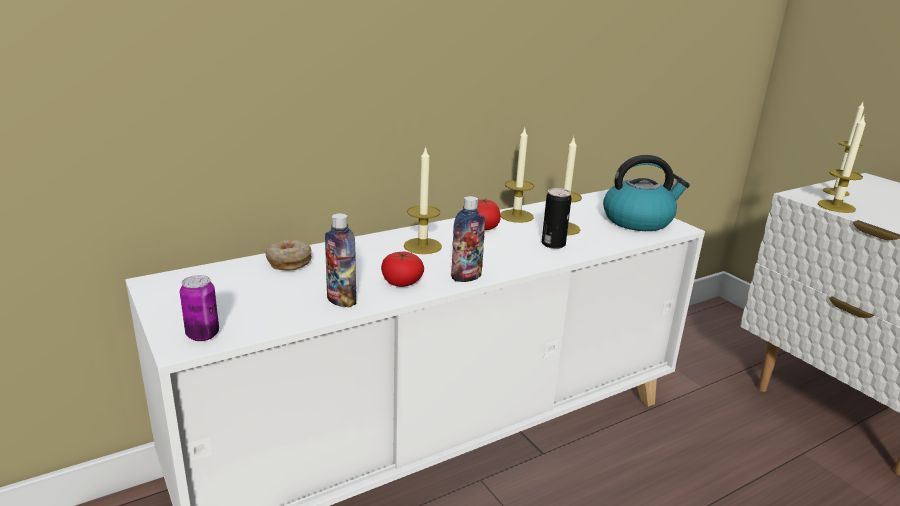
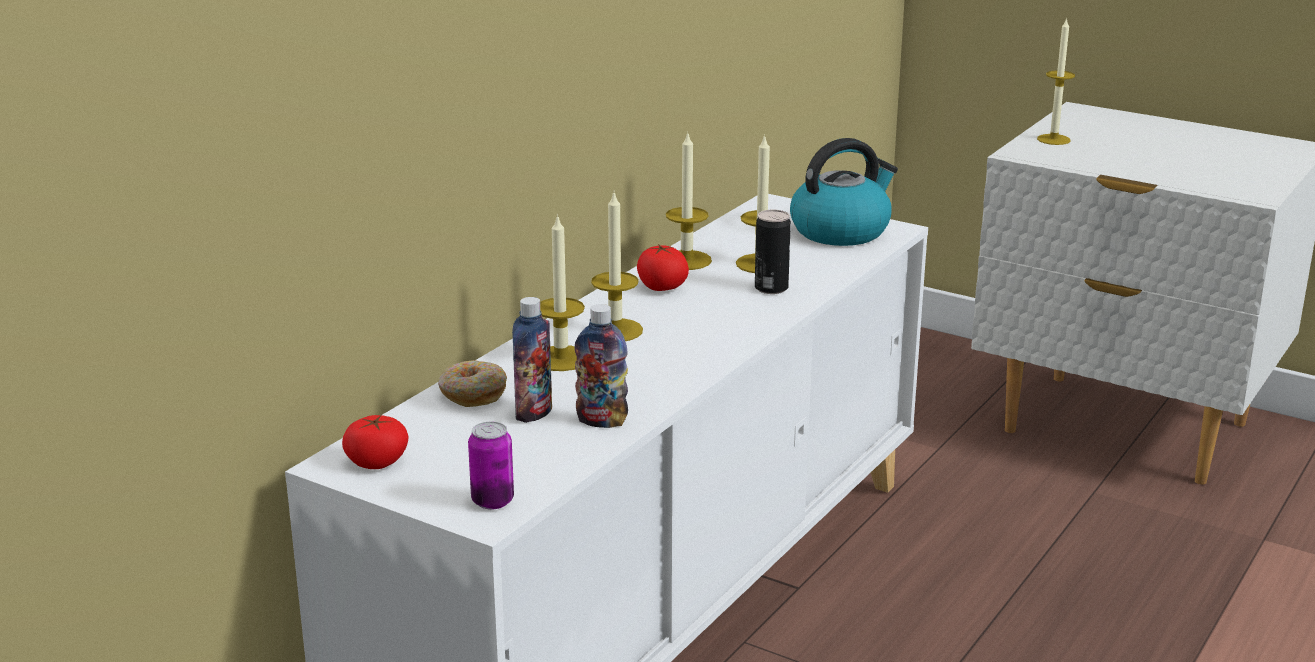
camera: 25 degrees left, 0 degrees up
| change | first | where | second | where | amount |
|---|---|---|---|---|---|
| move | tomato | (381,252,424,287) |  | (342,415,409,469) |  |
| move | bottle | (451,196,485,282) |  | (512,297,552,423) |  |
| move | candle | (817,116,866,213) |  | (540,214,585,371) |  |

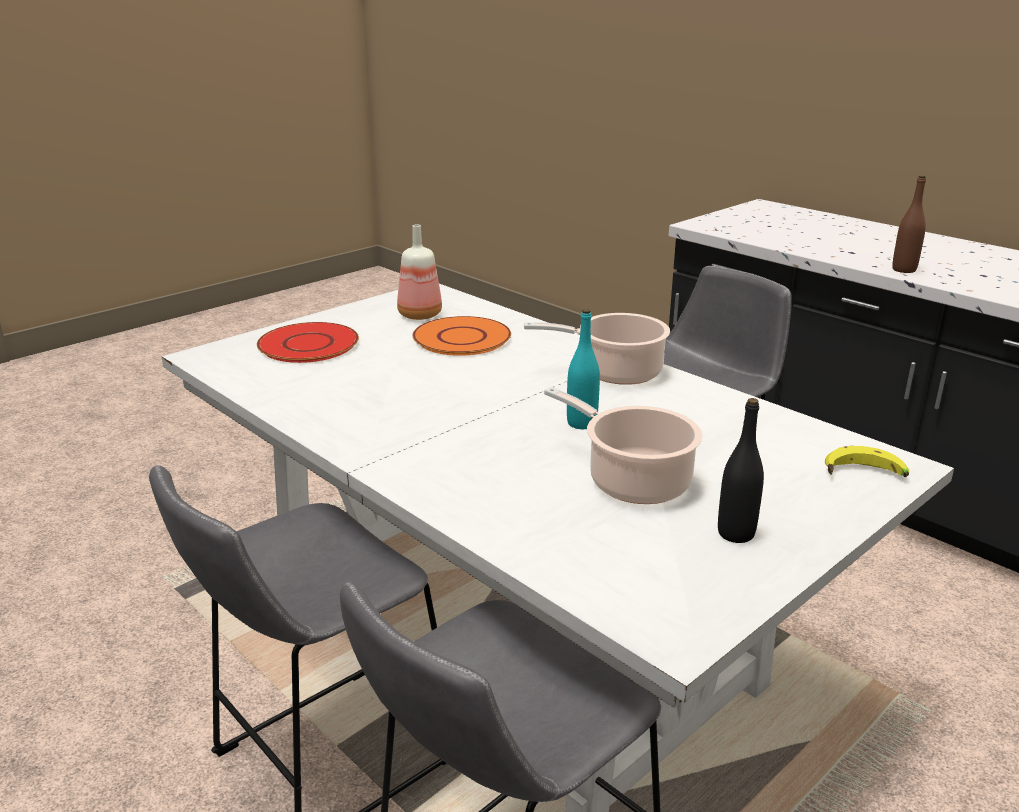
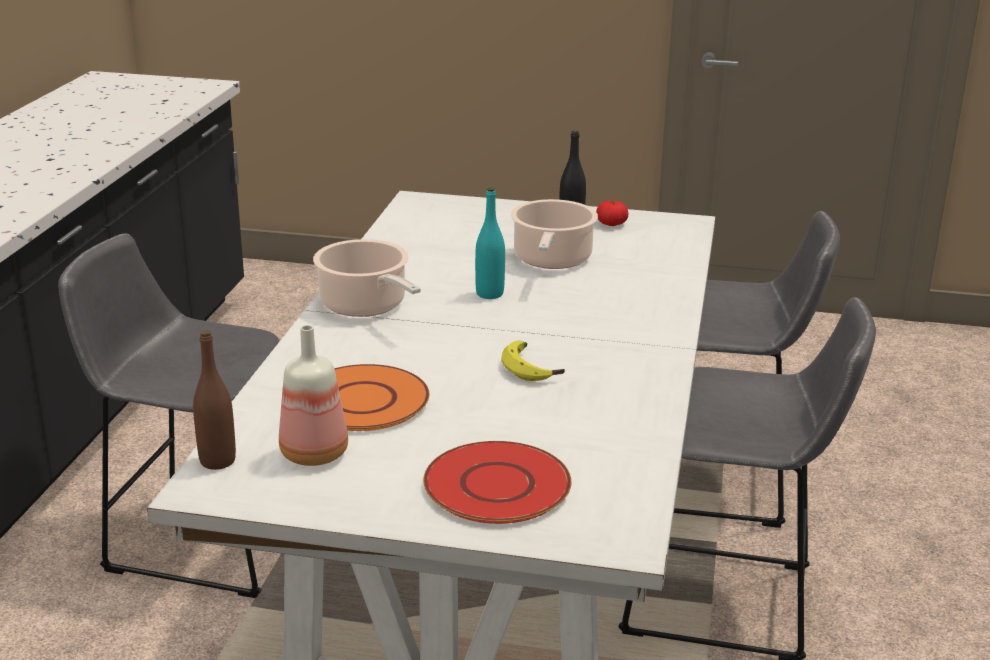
camera: 125 degrees left, 0 degrees up
| change | first | where | second | where | amount |
|---|---|---|---|---|---|
| insert |  |  | tomato | (596,200,628,226) |  |
| move | banana | (825,446,909,477) |  | (501,341,565,381) |  |
| move | brown bottle | (892,175,926,273) |  | (193,330,236,470) |  |

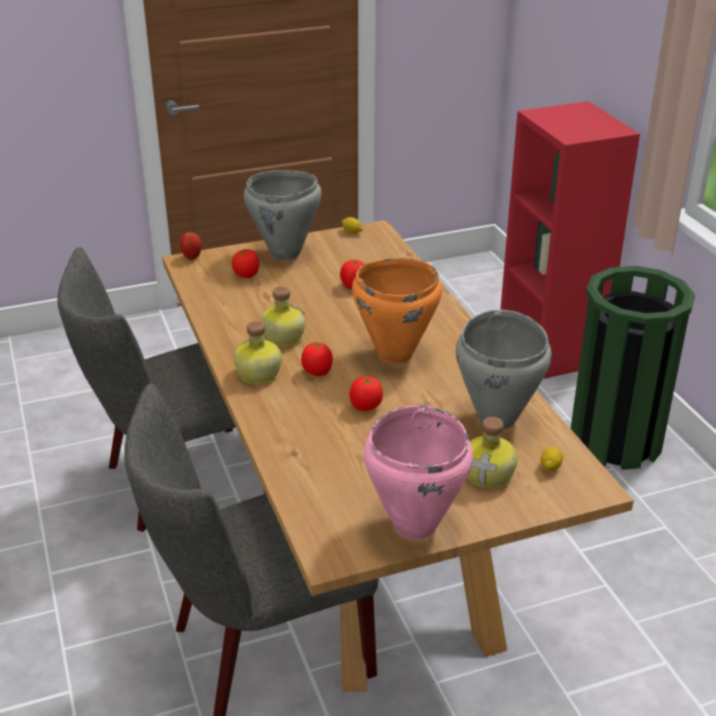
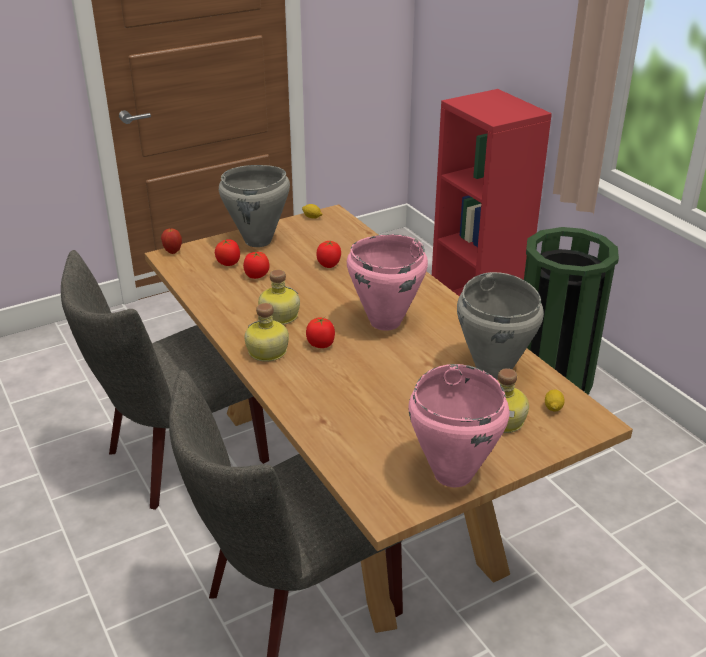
camera: 10 degrees left, 0 degrees up
| change | first | where | second | where | amount |
|---|---|---|---|---|---|
| move | tomato | (349,376,383,411) |  | (243,251,269,279) |  |
| recolor | orange cooking pot | (352,258,442,364) | pink cooking pot | (347,234,428,331) |  |

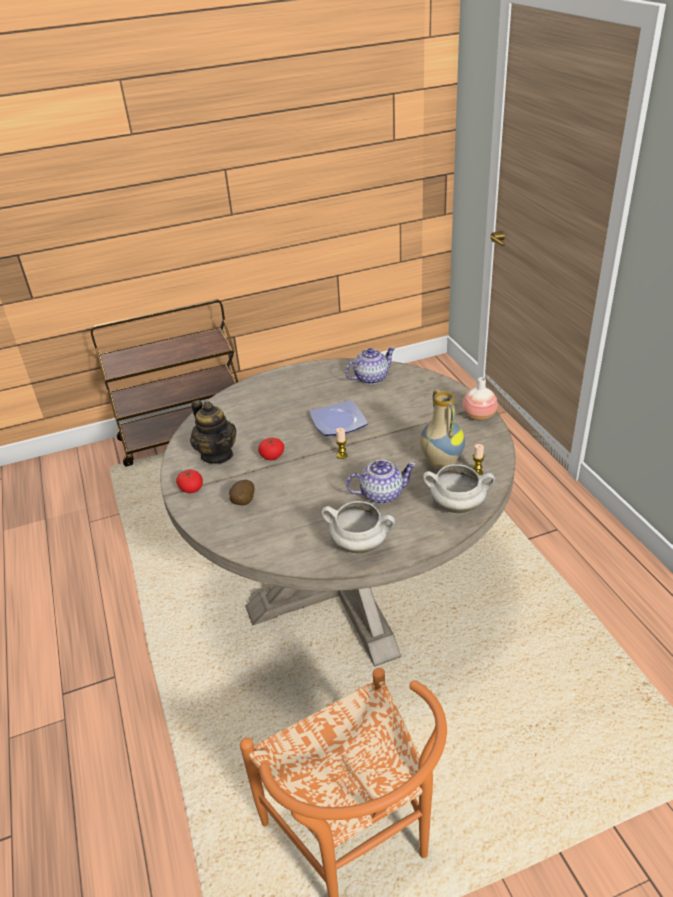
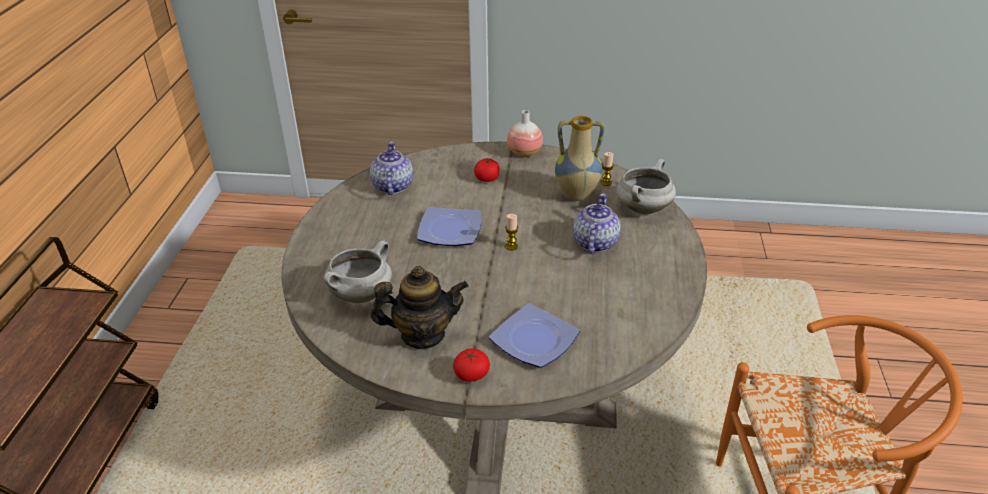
camera: 65 degrees left, 0 degrees up
| change | first | where | second | where | amount |
|---|---|---|---|---|---|
| move | tomato | (258,438,284,460) |  | (474,158,500,182) |  |
| move | white cooking pot | (321,501,395,553) |  | (324,240,392,303) |  |
| replace | potato | (229,480,255,505) | plate | (489,303,580,368) |  |

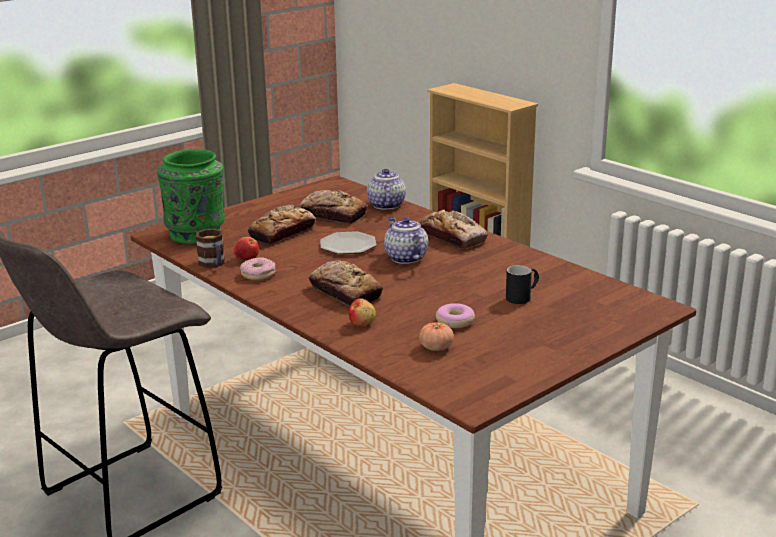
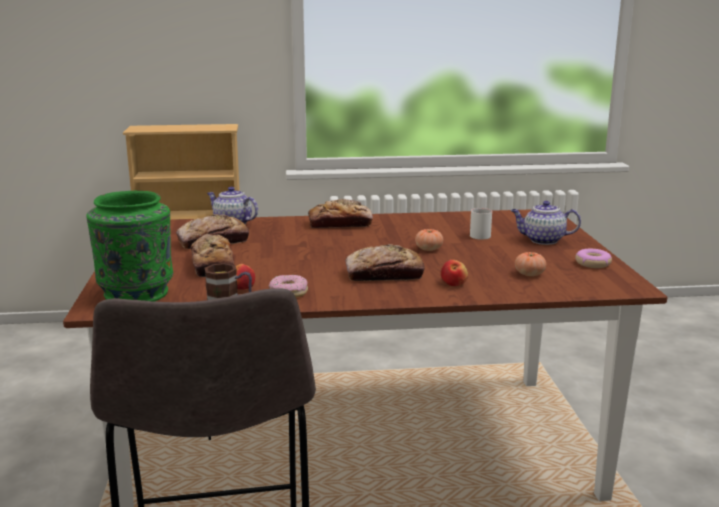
camera: 55 degrees left, 5 degrees down
| change | first | where | second | where | amount |
|---|---|---|---|---|---|
| delete | plate | (320,231,376,254) |  |  |  |
| insert |  |  | tomato | (415,229,443,251) |  |
| move | teapot | (384,217,428,264) |  | (511,201,581,245) |  |
| move | donut | (436,303,475,328) |  | (575,249,612,268) |  |
| recolor | black mug | (506,265,539,304) | white mug | (470,208,492,240) |  |

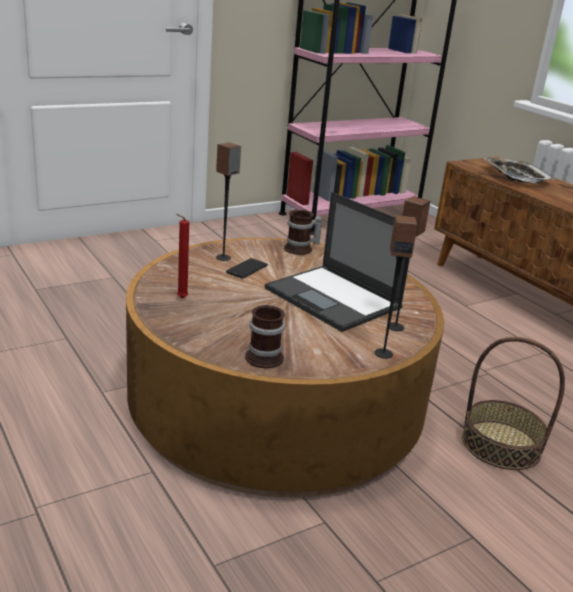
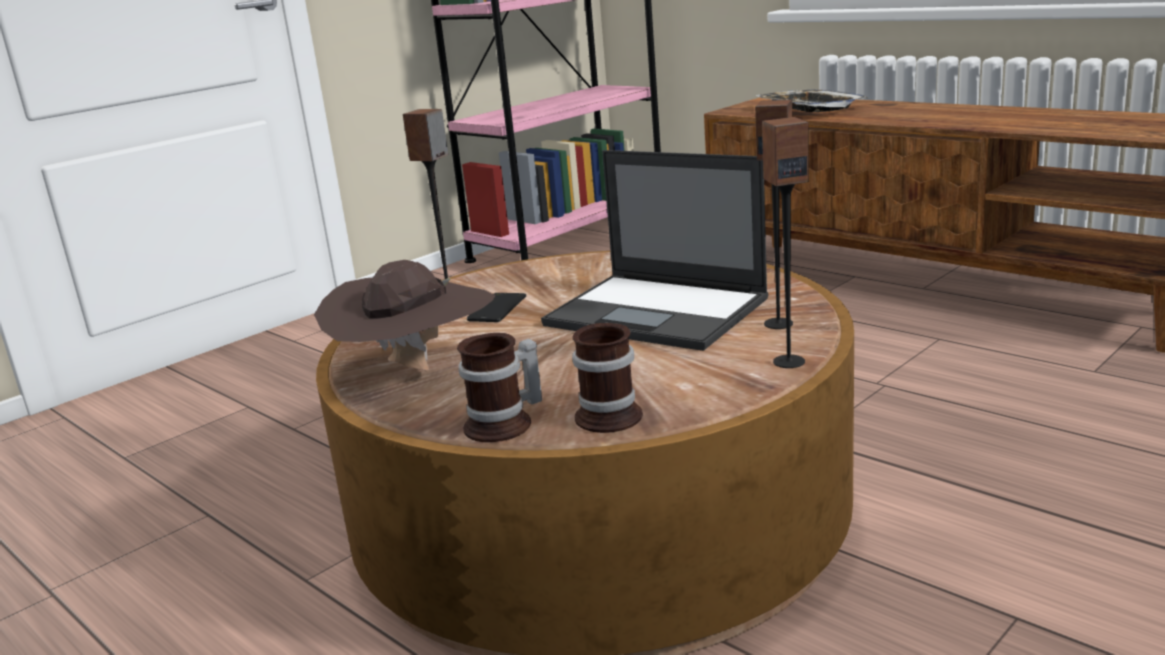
camera: 10 degrees left, 5 degrees down
| change | first | where | second | where | amount |
|---|---|---|---|---|---|
| delete | basket | (462,337,565,470) |  |  |  |
| move | mug | (284,210,322,255) |  | (457,333,542,442) |  |
| replace | red candle | (176,214,189,298) | brown hat | (314,260,495,371) |  |

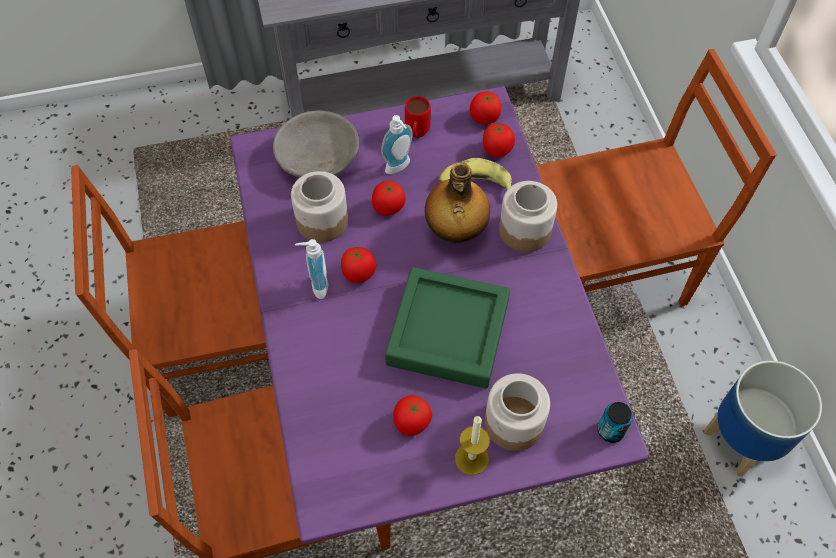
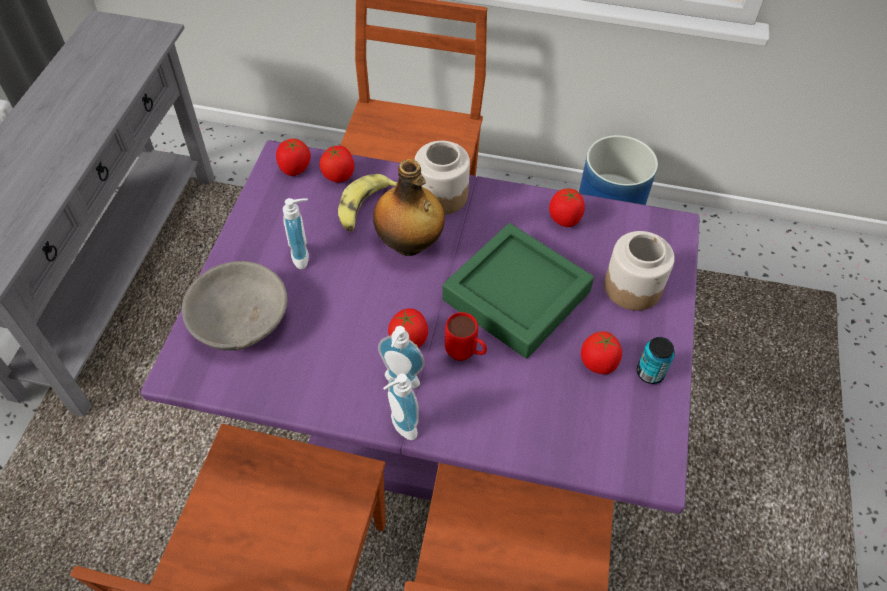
camera: 65 degrees left, 5 degrees down
| change | first | where | second | where | amount |
|---|---|---|---|---|---|
| delete | jar | (291,171,348,242) |  |  |  |
| delete | candle | (455,416,490,475) |  |  |  |
| insert |  |  | soap dispenser | (383,374,419,440) |  |
| move | tomato | (372,181,406,216) |  | (549,189,585,227) |  |
| move | red mug | (405,96,431,138) |  | (445,312,487,361) |  |
| move | can | (598,402,633,443) |  | (637,337,675,384) |  |

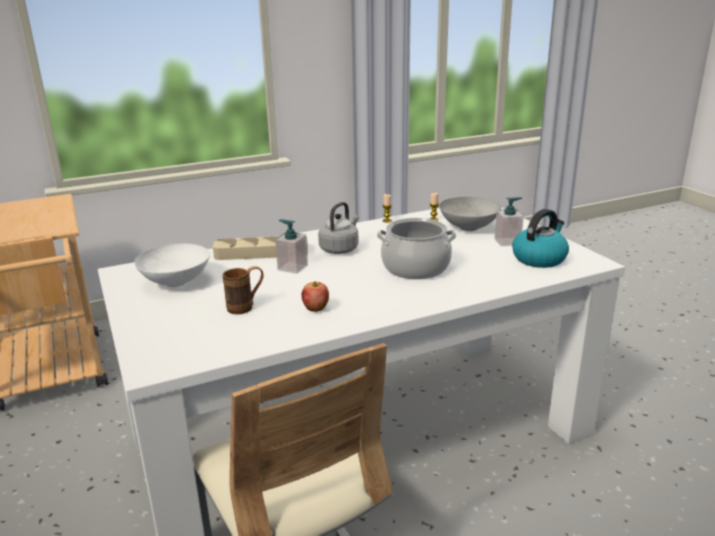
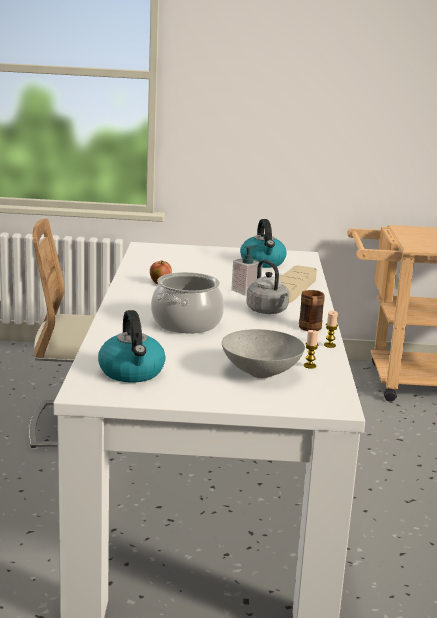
camera: 115 degrees right, 5 degrees down
| change | first | where | second | where | amount |
|---|---|---|---|---|---|
| delete | soap dispenser | (494,197,524,246) |  |  |  |
| move | brown mug | (223,266,264,314) |  | (299,290,325,331) |  |
| replace | white bowl | (134,244,210,287) | kettle | (240,219,287,268) |  |

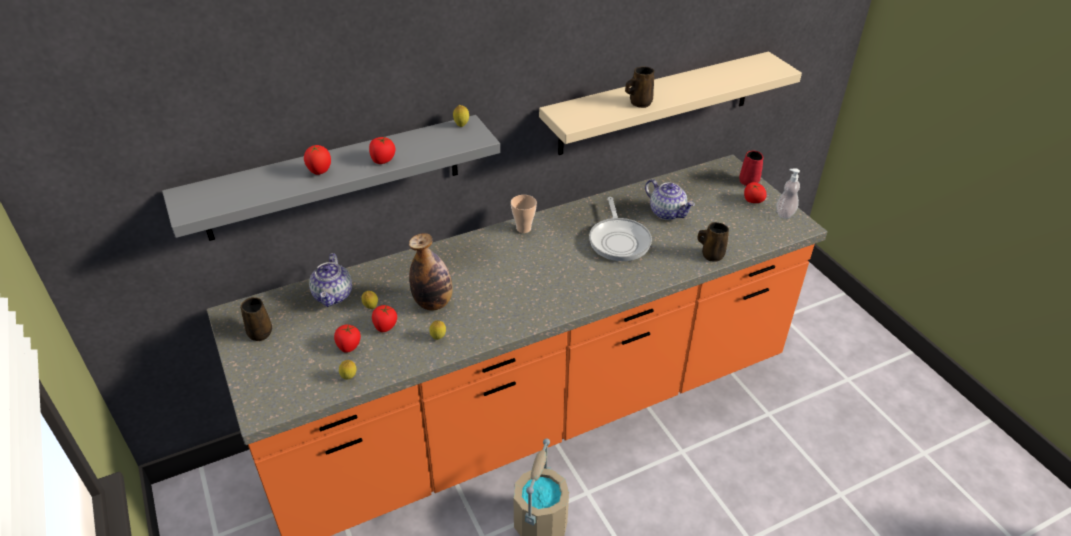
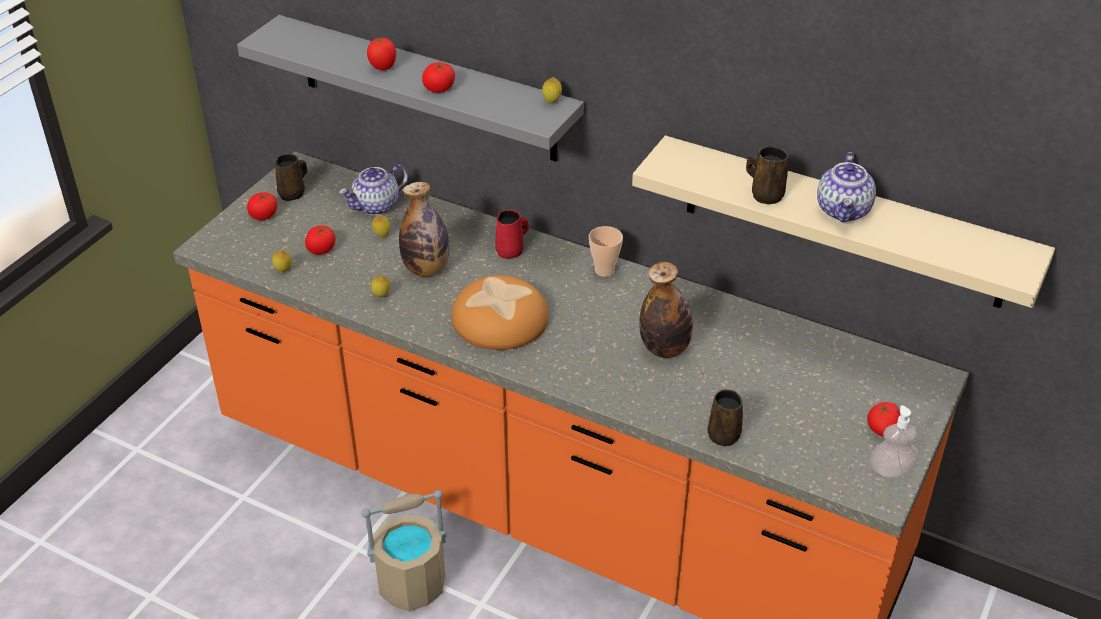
camera: 55 degrees right, 0 degrees up
| change | first | where | second | where | amount |
|---|---|---|---|---|---|
| insert |  |  | bread | (451,275,549,350) |  |
| move | tomato | (372,305,397,332) |  | (247,192,277,220) |  |
| move | teapot | (645,179,695,220) |  | (817,152,876,222) |  |
| move | red mug | (739,150,763,186) |  | (495,209,529,259) |  |
| replace | frying pan | (589,197,652,261) | bottle | (639,262,693,358) |  |

